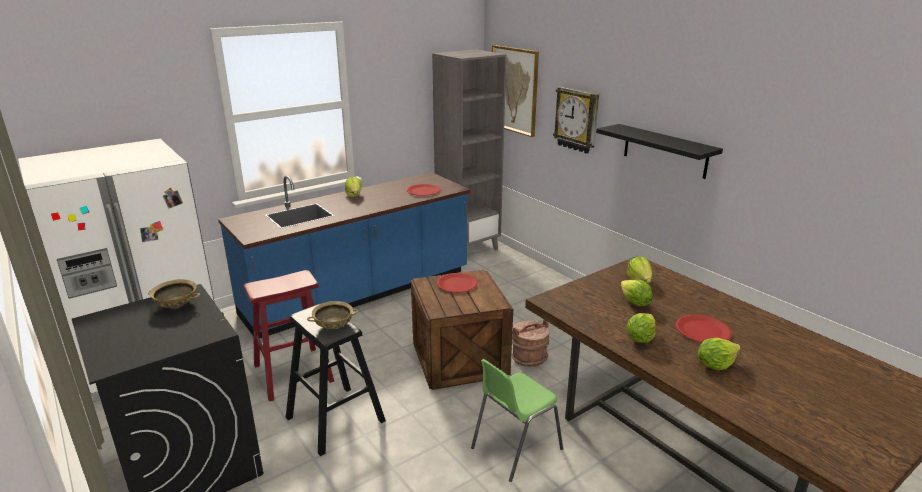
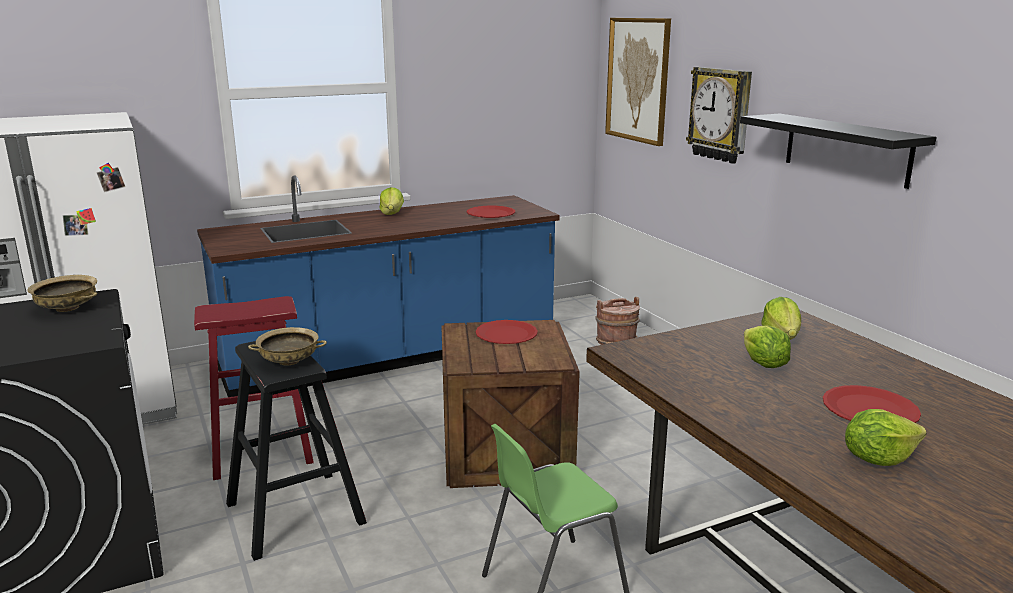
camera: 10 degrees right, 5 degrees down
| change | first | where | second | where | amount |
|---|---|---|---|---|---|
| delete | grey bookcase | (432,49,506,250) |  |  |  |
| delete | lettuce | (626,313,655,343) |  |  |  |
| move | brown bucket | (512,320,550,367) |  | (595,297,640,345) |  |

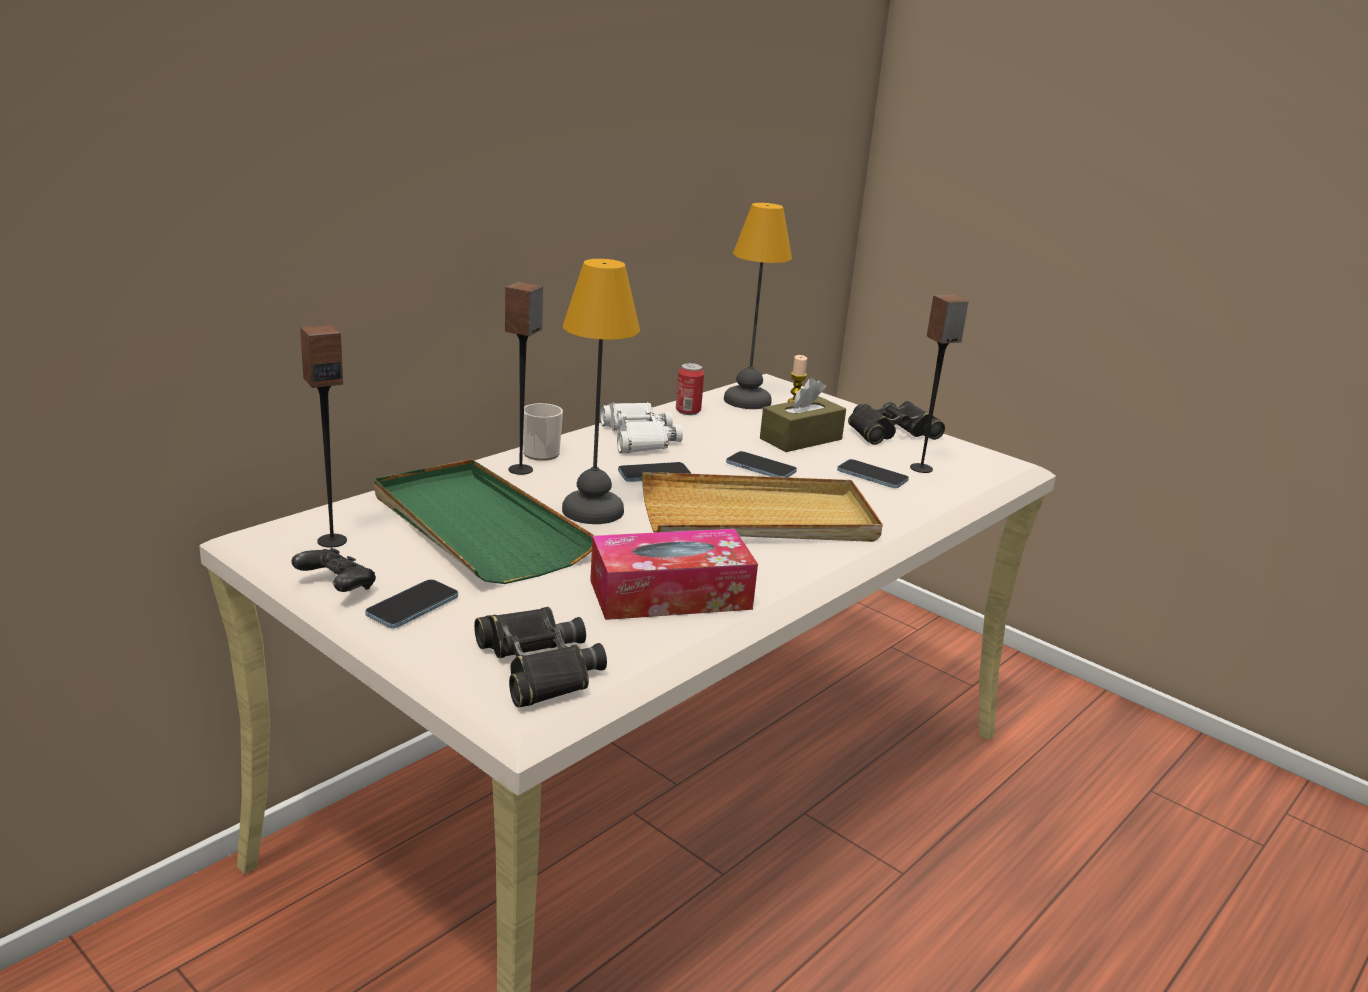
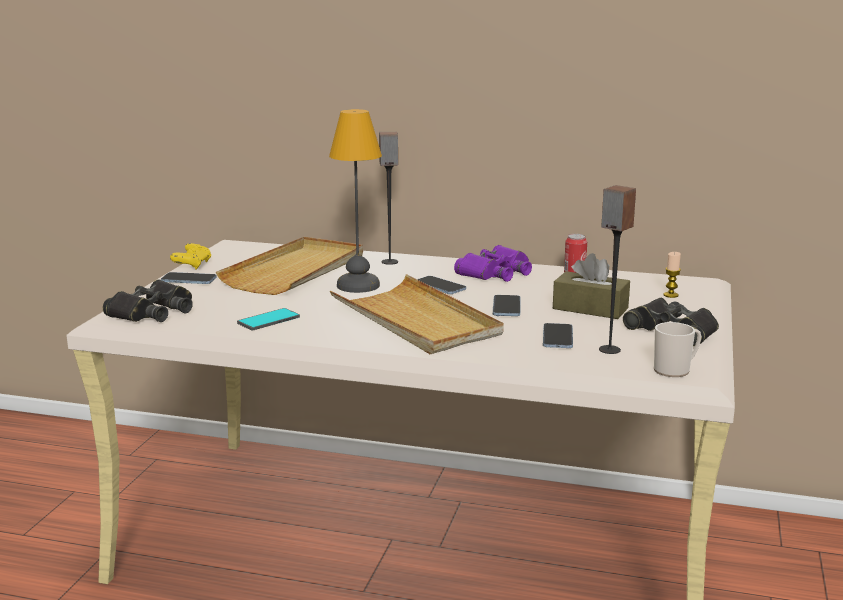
camera: 65 degrees right, 5 degrees down
| change | first | where | second | where | amount |
|---|---|---|---|---|---|
| delete | speaker | (300,324,347,548) |  |  |  |
| delete | table lamp | (724,203,792,409) |  |  |  |
| move | mug | (523,403,563,461) |  | (654,322,701,377) |  |
| replace | tissue box | (590,529,758,620) | phone | (237,308,300,331) |  |
| recolor | black game controller | (292,548,376,592) | yellow game controller | (170,243,211,270) |  |
| recolor | green tray | (374,459,595,584) | beige tray | (216,237,363,295) |  |
| recolor | white binoculars | (600,402,683,454) | purple binoculars | (454,245,532,282) |  |

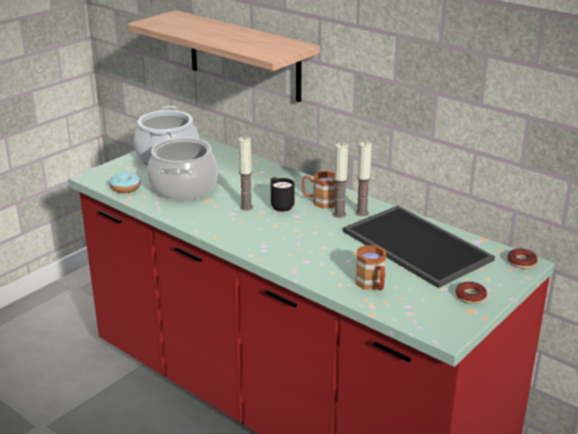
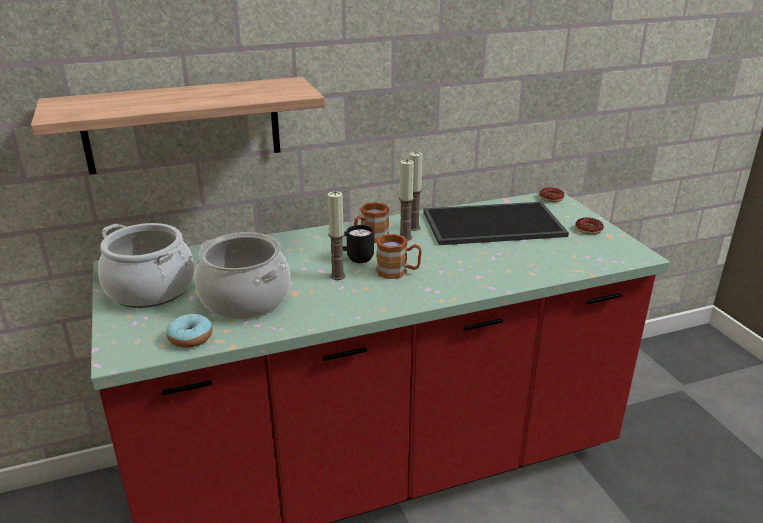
camera: 60 degrees left, 0 degrees up
| change | first | where | second | where | amount |
|---|---|---|---|---|---|
| move | brown mug | (356,245,386,290) |  | (376,234,422,279) |  |

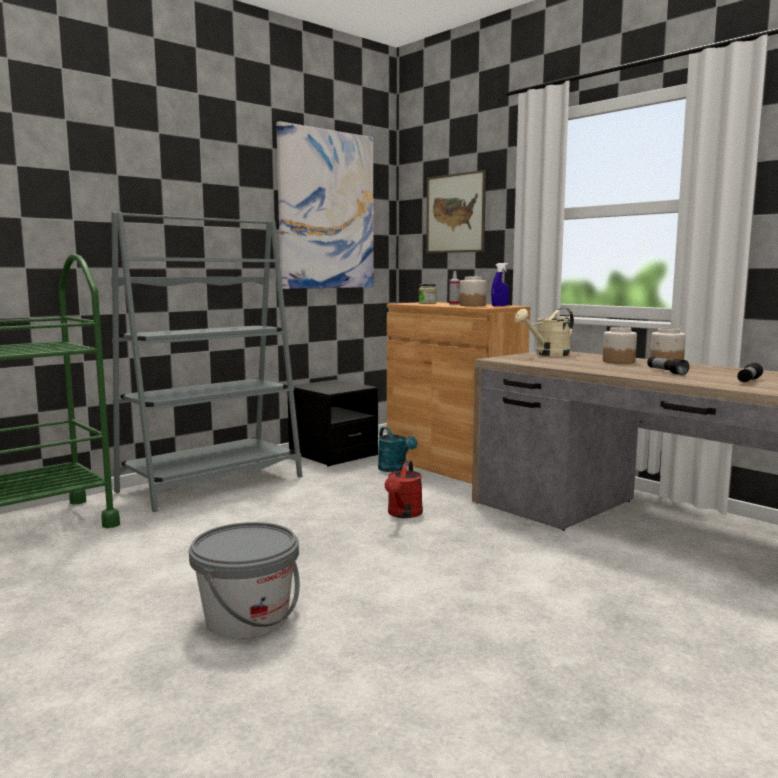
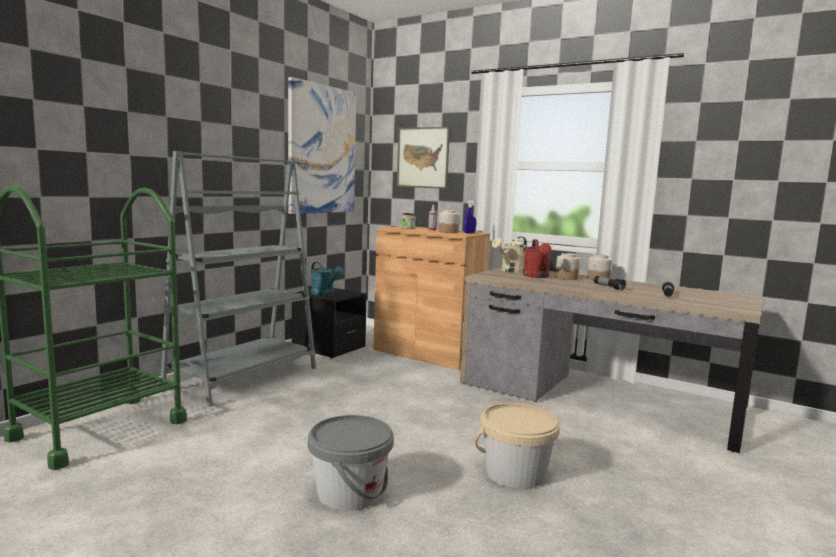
camera: 15 degrees left, 0 degrees up
| change | first | where | second | where | amount |
|---|---|---|---|---|---|
| insert |  |  | beige bucket | (475,403,560,489) |  |
| move | turquoise watering can | (378,427,418,472) |  | (311,262,344,296) |  |
| move | red watering can | (385,461,423,518) |  | (523,239,551,278) |  |

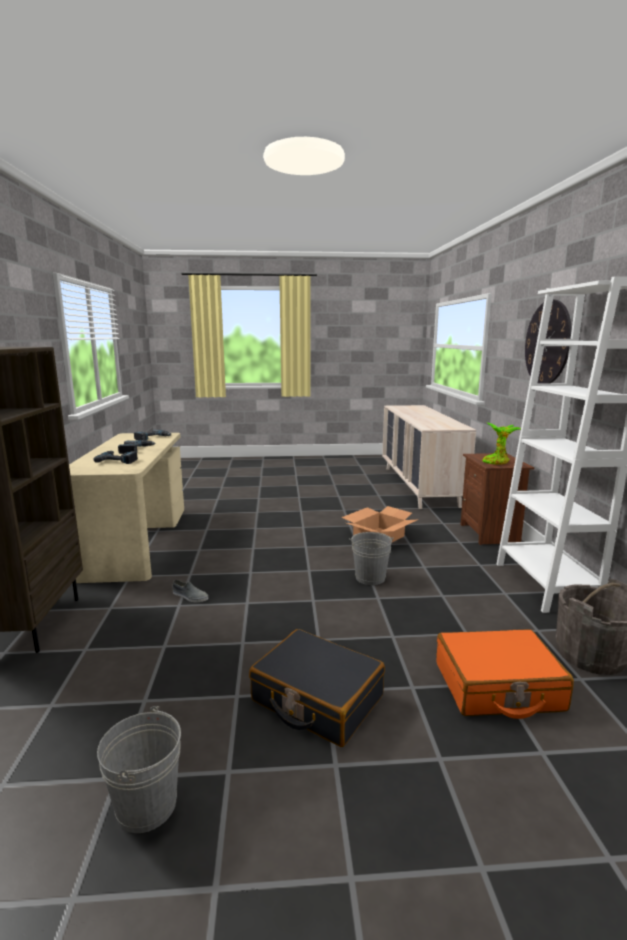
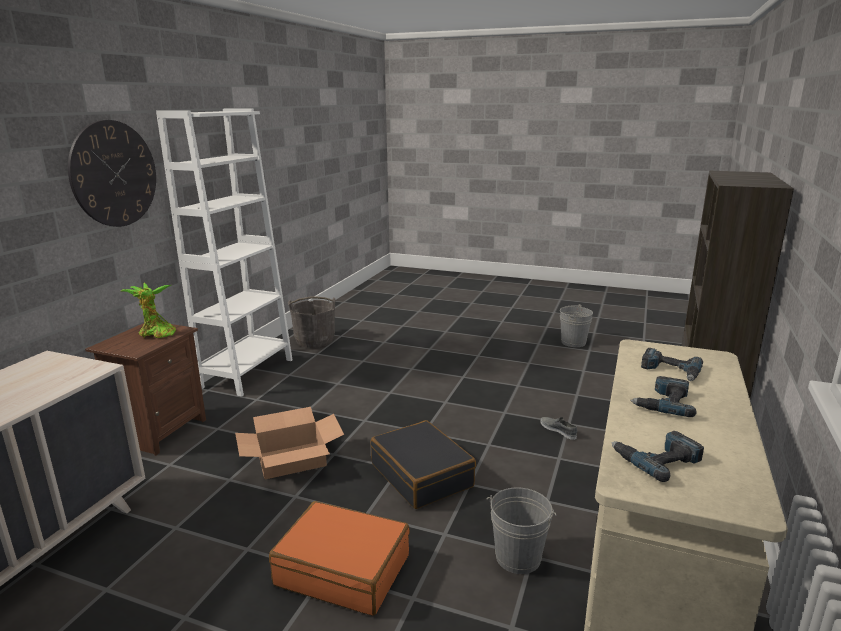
camera: 155 degrees left, 5 degrees up
| change | first | where | second | where | amount |
|---|---|---|---|---|---|
| move | black suitcase | (249,629,385,747) |  | (370,420,476,509) |  |
| move | grey bucket | (349,532,394,585) |  | (487,487,556,574) |  |
| move | orange suitcase | (436,629,574,719) |  | (269,501,410,616) |  |

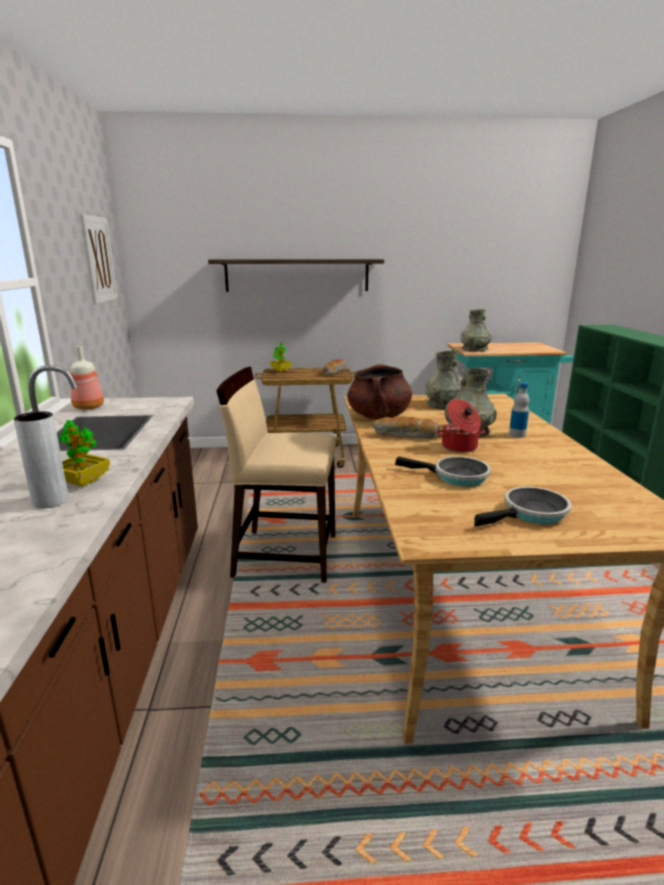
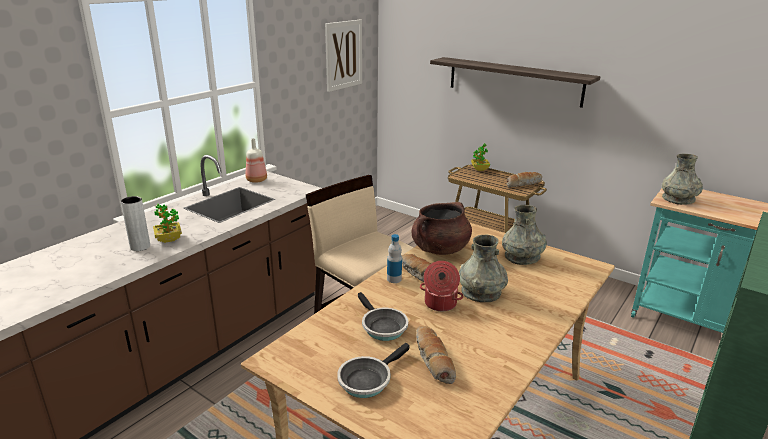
camera: 40 degrees right, 5 degrees up
| change | first | where | second | where | amount |
|---|---|---|---|---|---|
| insert |  |  | bread | (416,326,456,384) |  |
| move | bottle | (509,382,530,438) |  | (387,234,402,283) |  |
| rotate | frying pan | (474,486,572,527) |  | (337,343,410,398) | 120 degrees clockwise |

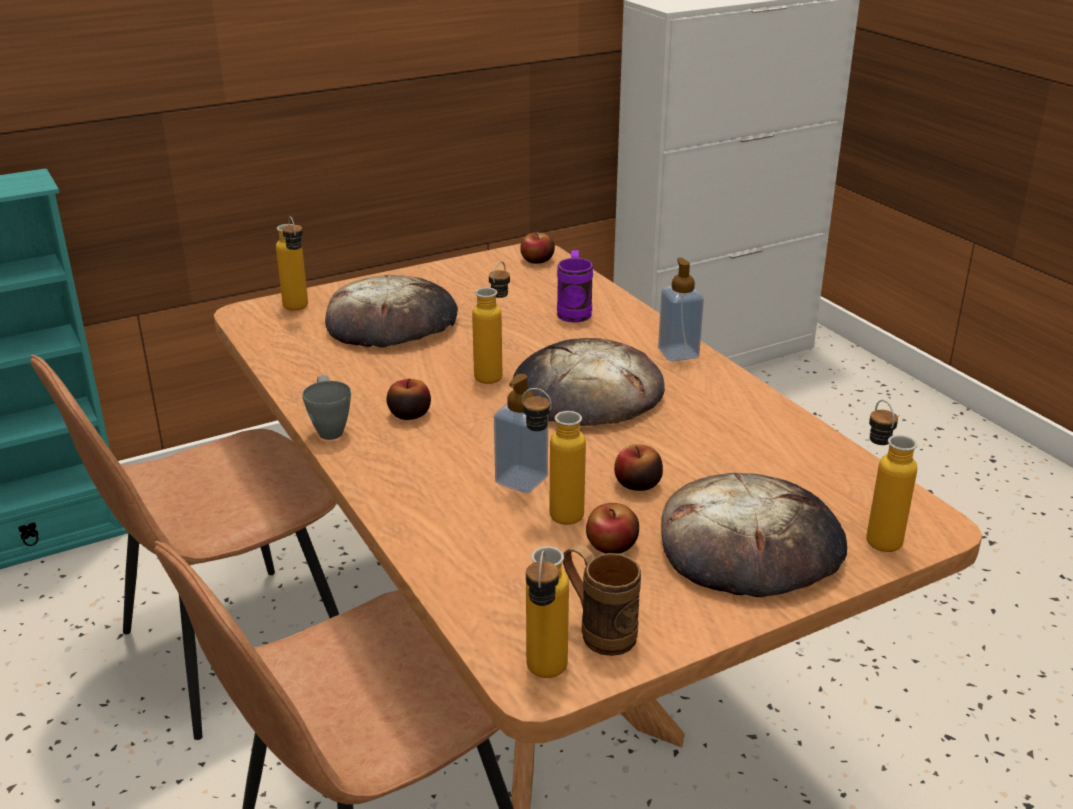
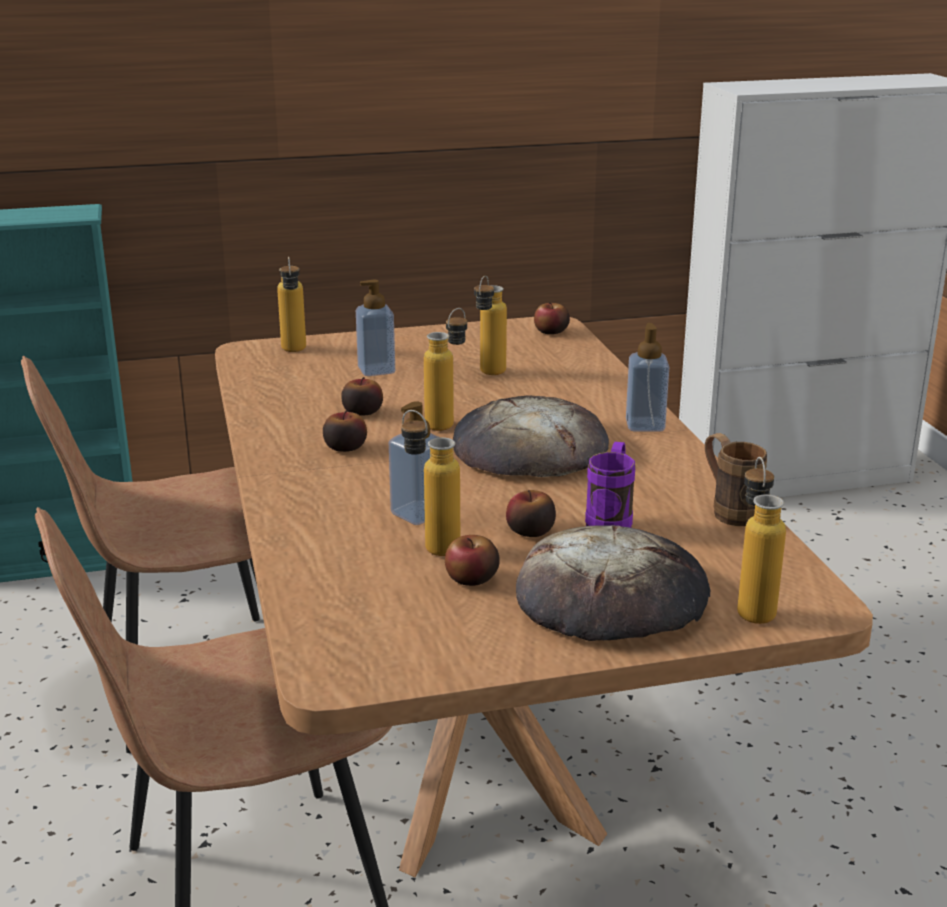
camera: 15 degrees right, 5 degrees down
| change | first | where | second | where | amount |
|---|---|---|---|---|---|
| delete | grey mug | (303,375,351,440) |  |  |  |
| insert |  |  | apple | (341,377,383,416) |  |
| move | bottle | (526,546,569,678) |  | (474,275,507,375) |  |
| move | purple mug | (557,250,593,322) |  | (585,442,635,528) |  |
| move | brown mug | (563,544,641,656) |  | (705,433,767,526) |  |
| replace | bread | (325,275,458,347) | soap dispenser | (356,280,395,376) |  |

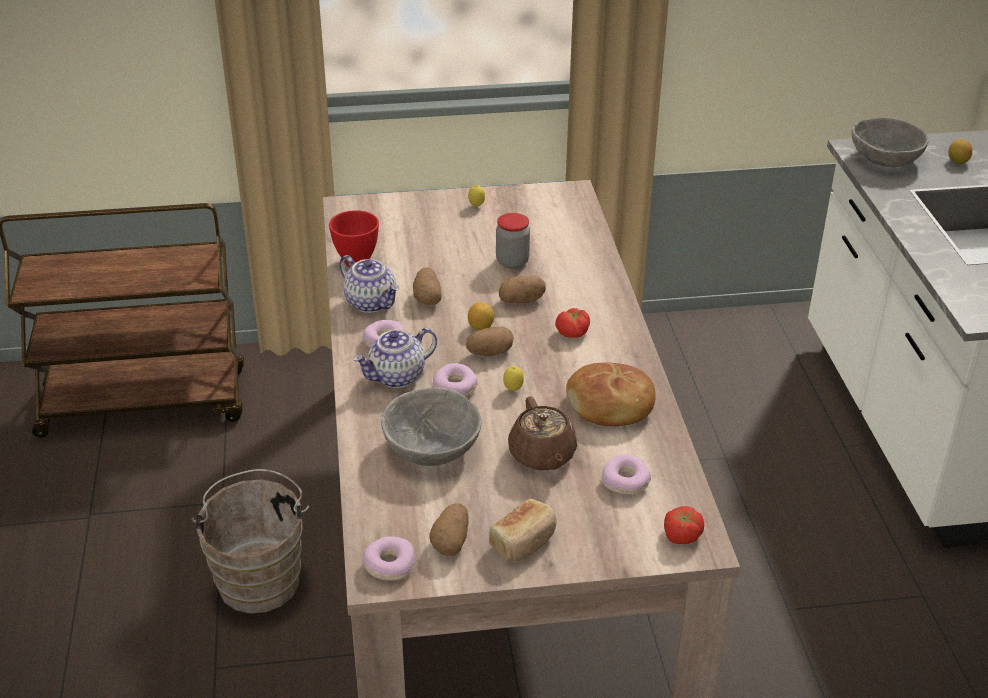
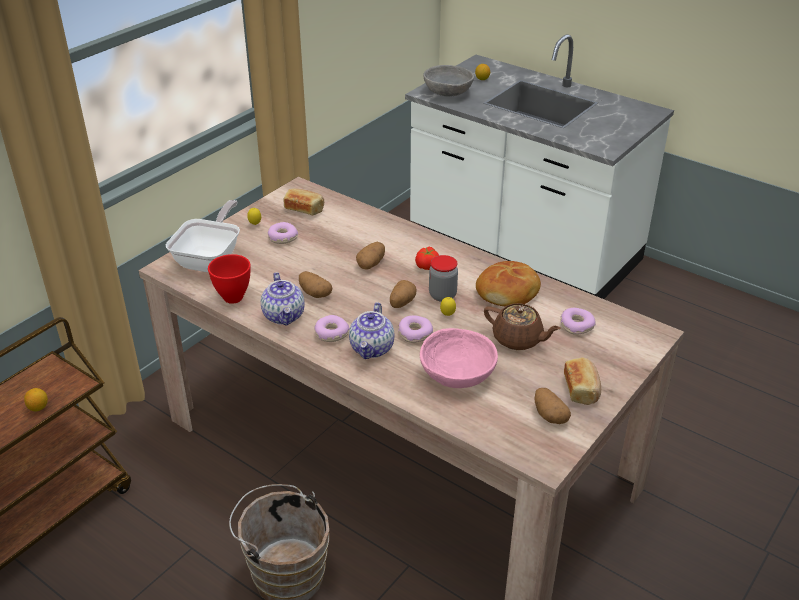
camera: 45 degrees left, 0 degrees up
| change | first | where | second | where | amount |
|---|---|---|---|---|---|
| delete | tomato | (664,506,704,544) |  |  |  |
| insert |  |  | frying pan | (166,200,240,273) |  |
| insert |  |  | bread | (284,188,324,215) |  |
| move | donut | (363,536,415,581) |  | (268,222,298,244) |  |
| move | lemon | (468,302,494,330) |  | (24,388,48,411) |  |
| move | jar | (496,213,530,269) |  | (429,255,458,302) |  |
| recolor | grey bowl | (381,387,482,466) | pink bowl | (420,328,498,388) |  |
| rotate | teapot | (339,255,399,313) |  | (261,272,305,326) | 75 degrees clockwise |

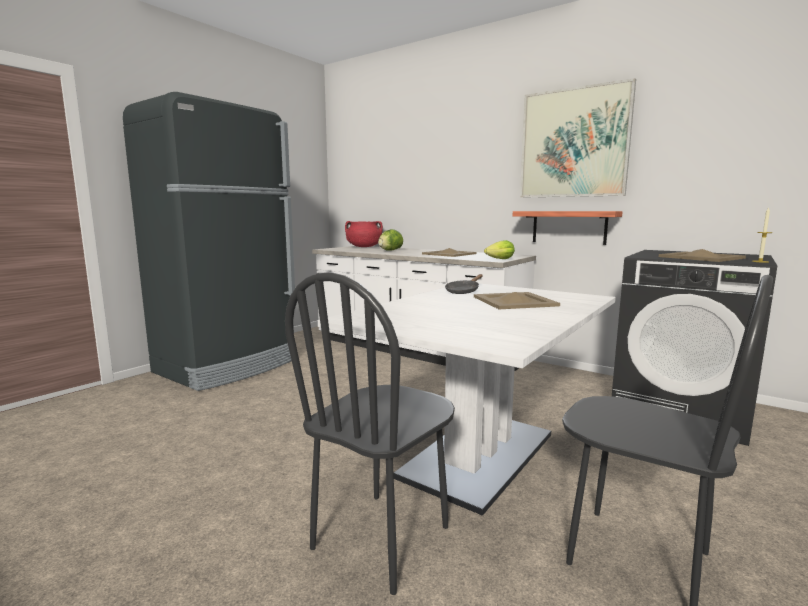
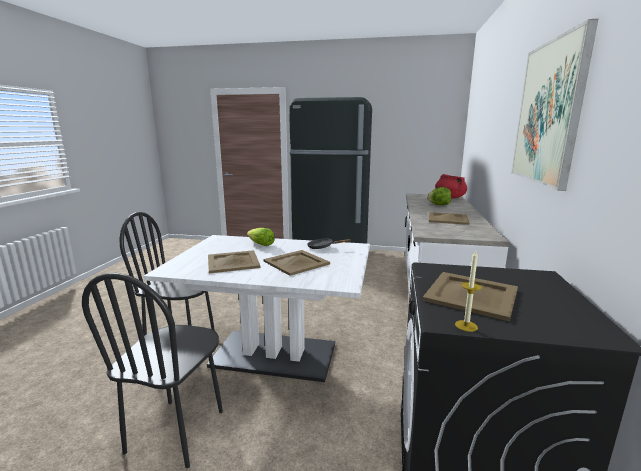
camera: 65 degrees right, 5 degrees up
| change | first | where | second | where | amount |
|---|---|---|---|---|---|
| delete | shelf | (513,211,622,245) |  |  |  |
| insert |  |  | beige tray | (208,250,261,273) |  |
| move | lettuce | (484,240,515,259) |  | (247,228,275,246) |  |

